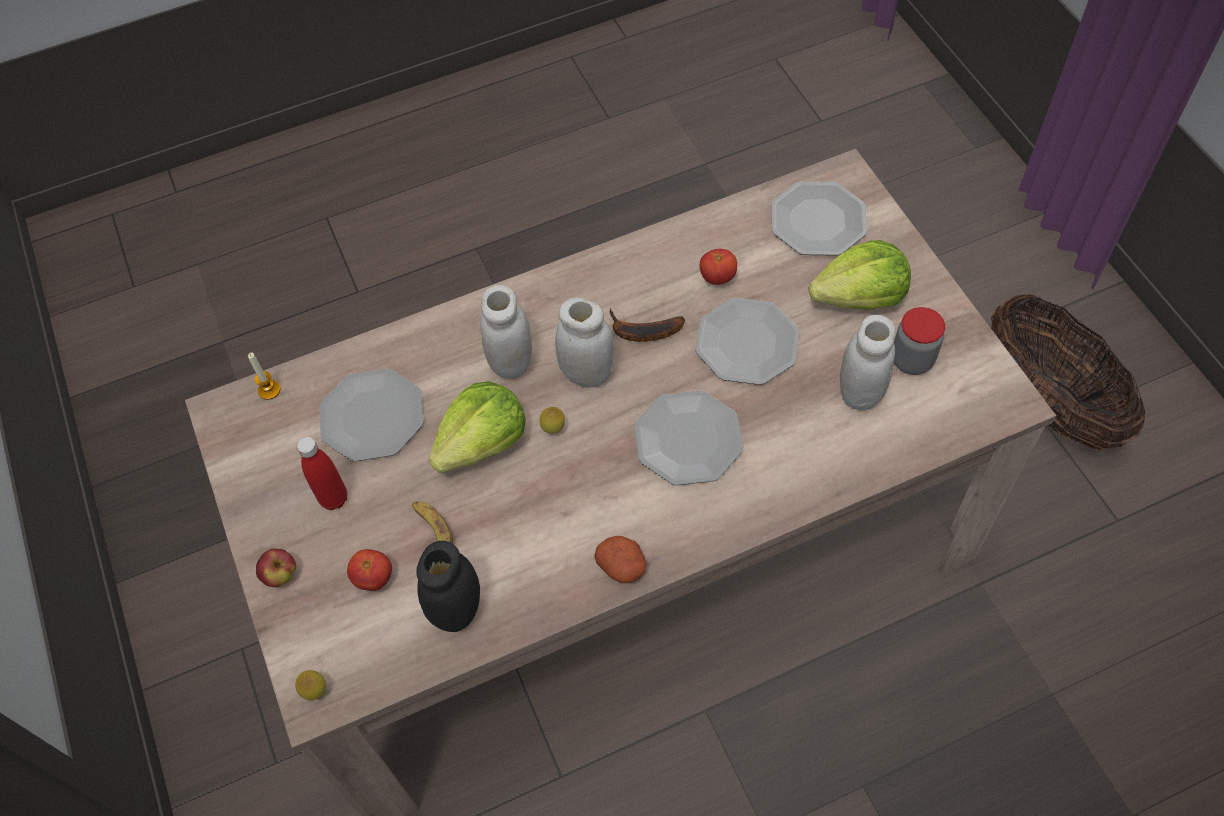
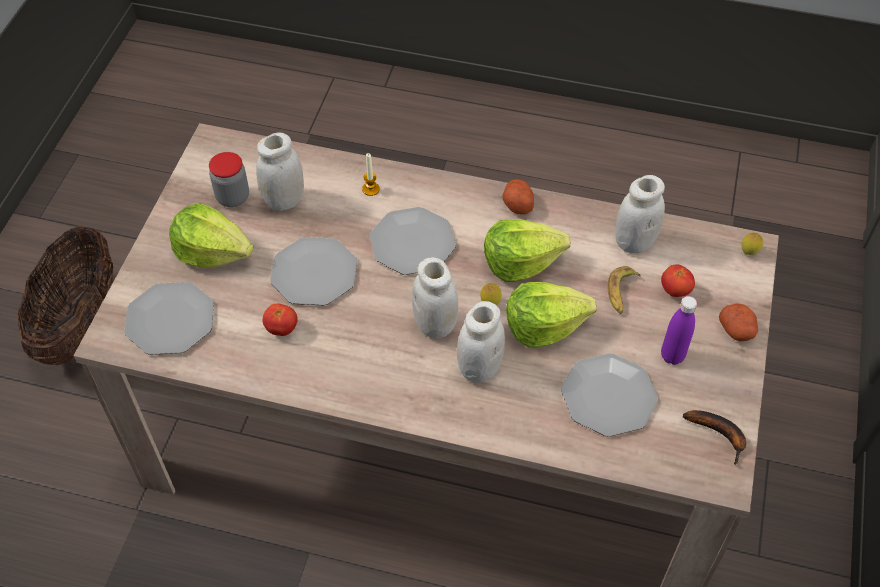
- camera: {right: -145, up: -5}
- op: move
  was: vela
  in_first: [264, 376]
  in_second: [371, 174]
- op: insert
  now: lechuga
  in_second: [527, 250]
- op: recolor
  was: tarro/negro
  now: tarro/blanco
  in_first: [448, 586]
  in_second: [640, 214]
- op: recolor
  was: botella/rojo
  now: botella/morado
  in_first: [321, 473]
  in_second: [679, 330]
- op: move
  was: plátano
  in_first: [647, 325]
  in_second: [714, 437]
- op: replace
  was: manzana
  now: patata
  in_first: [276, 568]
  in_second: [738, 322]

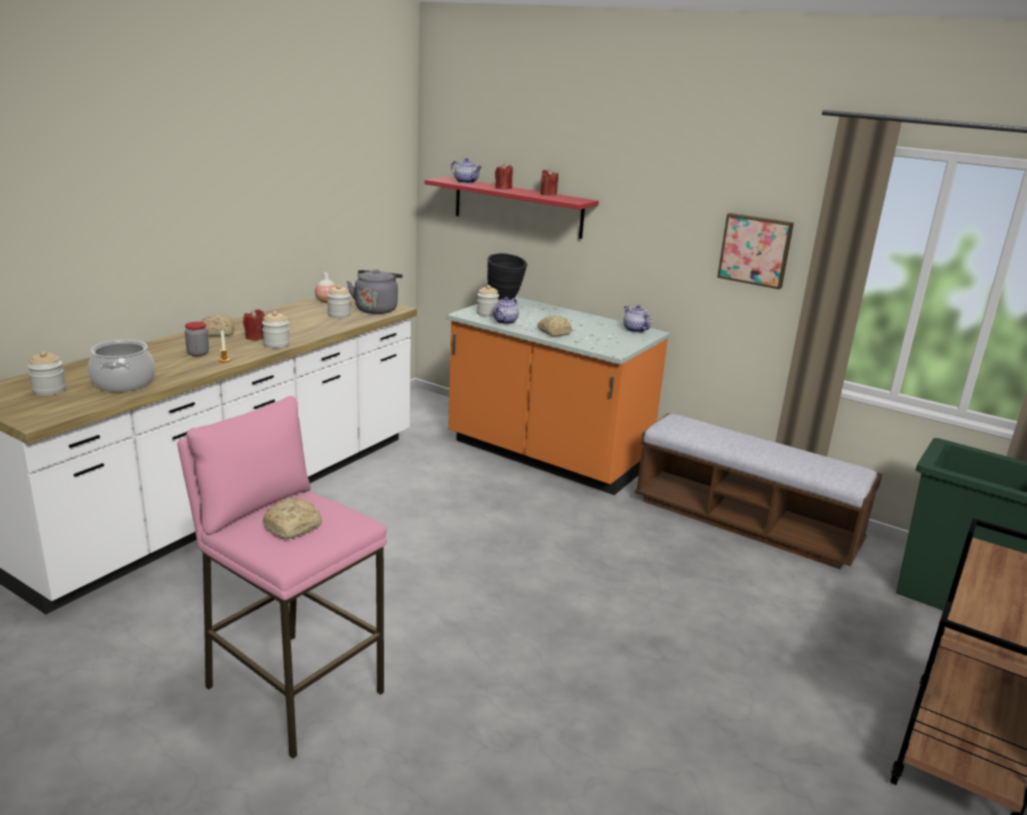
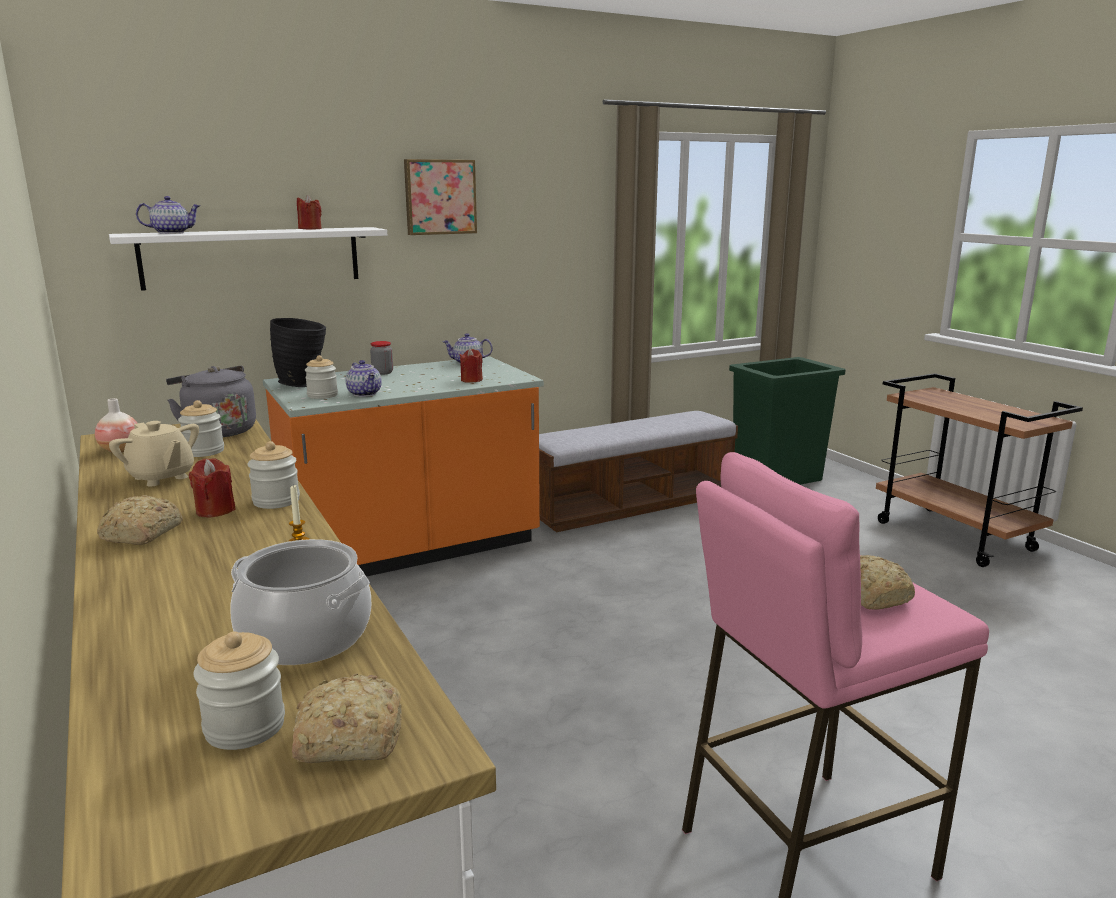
- camera: {right: -60, up: -5}
- op: recolor
  was: estante/rojo
  now: estante/blanco
  in_first: [511, 208]
  in_second: [248, 259]
- op: insert
  now: tetera/beis
  in_second: [154, 454]
- op: move
  was: pan
  in_first: [554, 325]
  in_second: [347, 718]
- op: move
  was: tarro
  in_first: [197, 339]
  in_second: [381, 358]
- op: move
  was: cuadro
  in_first: [755, 251]
  in_second: [440, 197]
- op: move
  was: vela/rojo
  in_first: [504, 176]
  in_second: [471, 365]

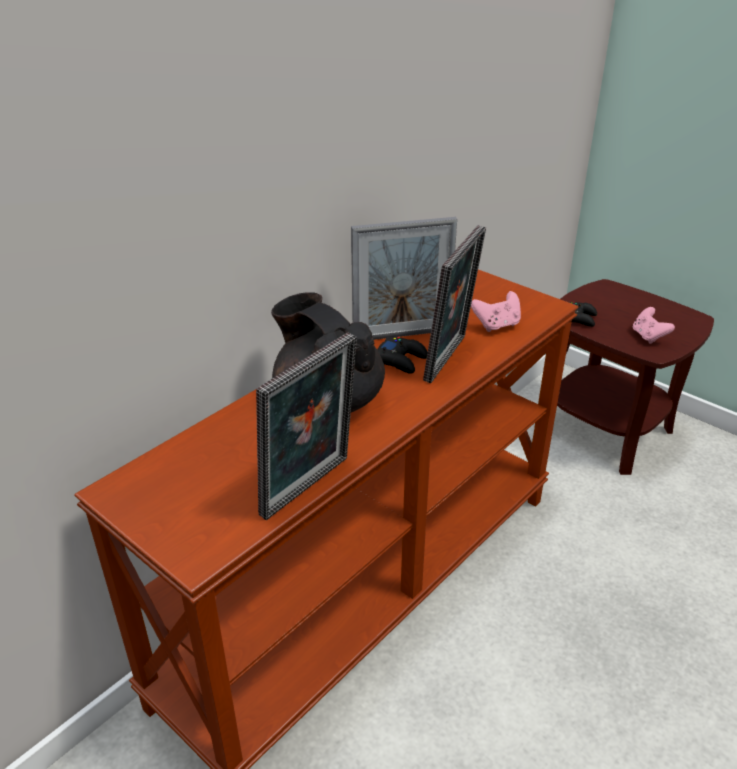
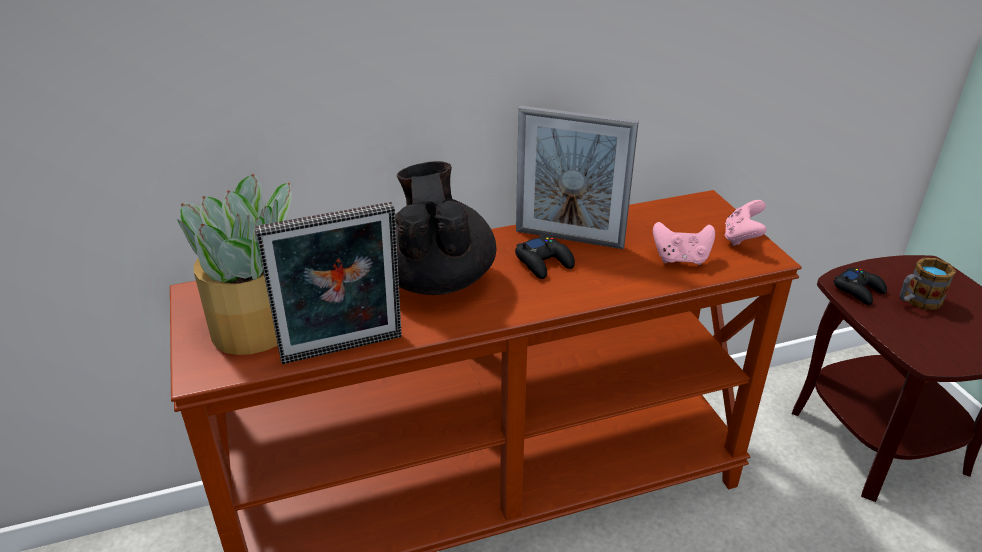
- camera: {right: 30, up: 0}
- op: insert
  now: planta en maceta
  in_second: [234, 264]
- op: move
  was: mando de consola/rosa
  in_first: [654, 325]
  in_second: [746, 223]
- op: insert
  now: taza grande
  in_second: [928, 284]
- op: delete
  was: portarretratos
  in_first: [454, 304]

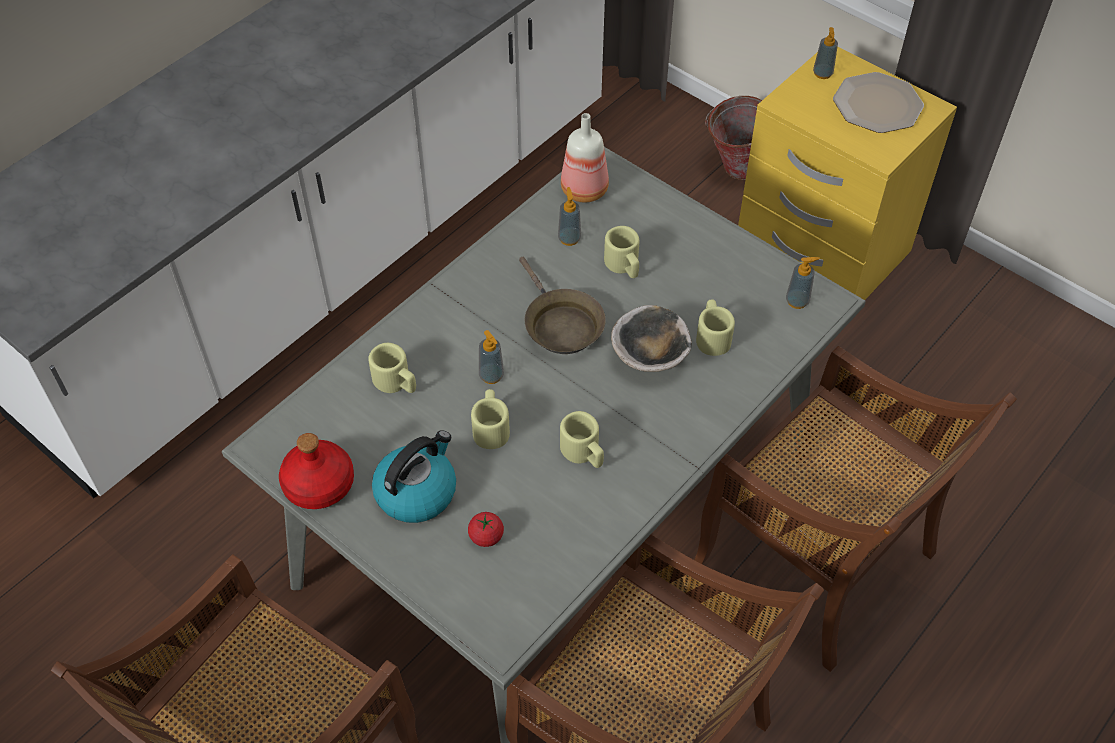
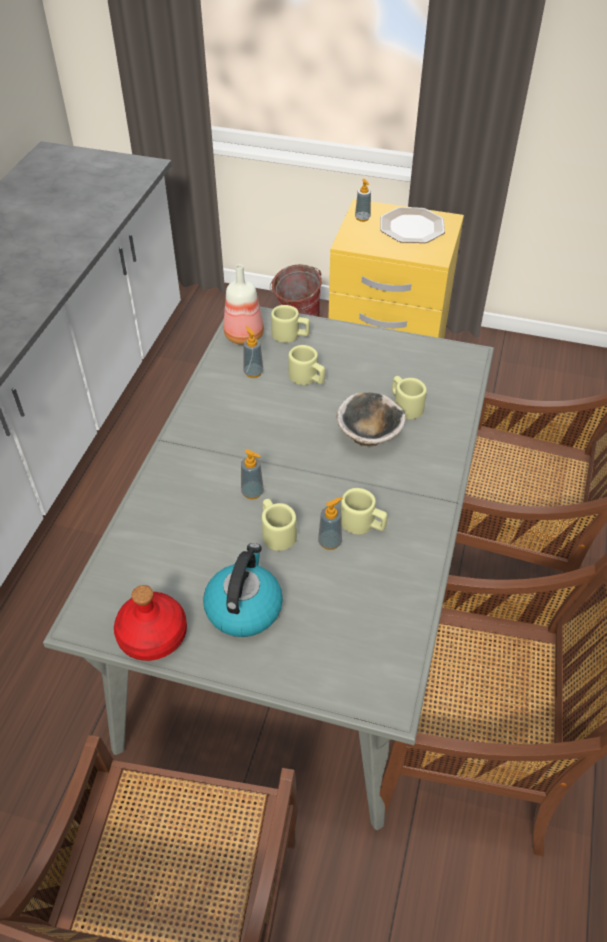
- camera: {right: -25, up: -5}
- op: move
  was: taza grande/beis
  in_first: [392, 368]
  in_second: [290, 324]
- op: move
  was: dispensador de jabón
  in_first: [803, 283]
  in_second: [330, 523]
- op: delete
  was: tomate
  in_first: [486, 529]
- op: delete
  was: sartén/marrón
  in_first: [562, 305]

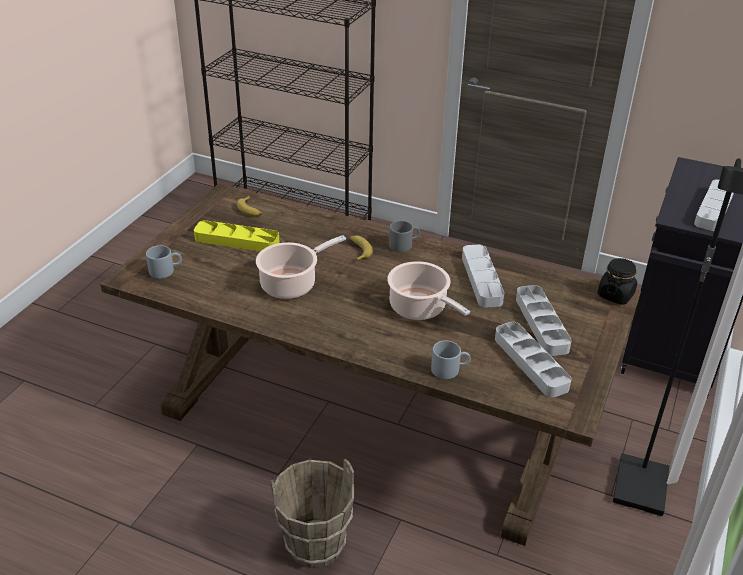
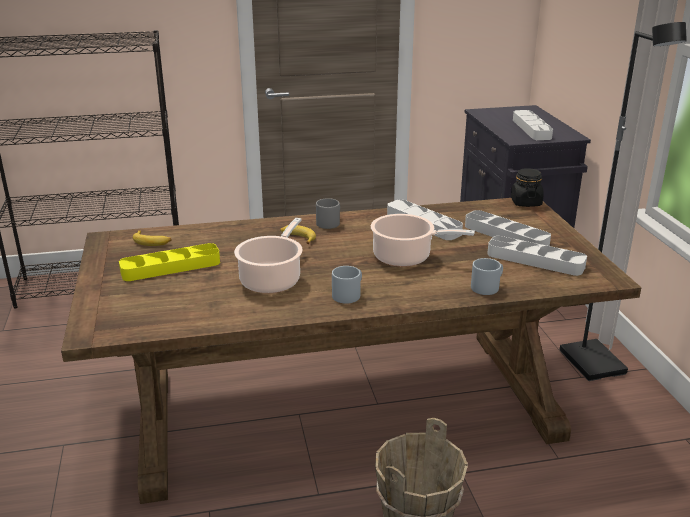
- camera: {right: -35, up: -10}
- op: move
  was: taza grande/gris
  in_first: [164, 262]
  in_second: [347, 285]

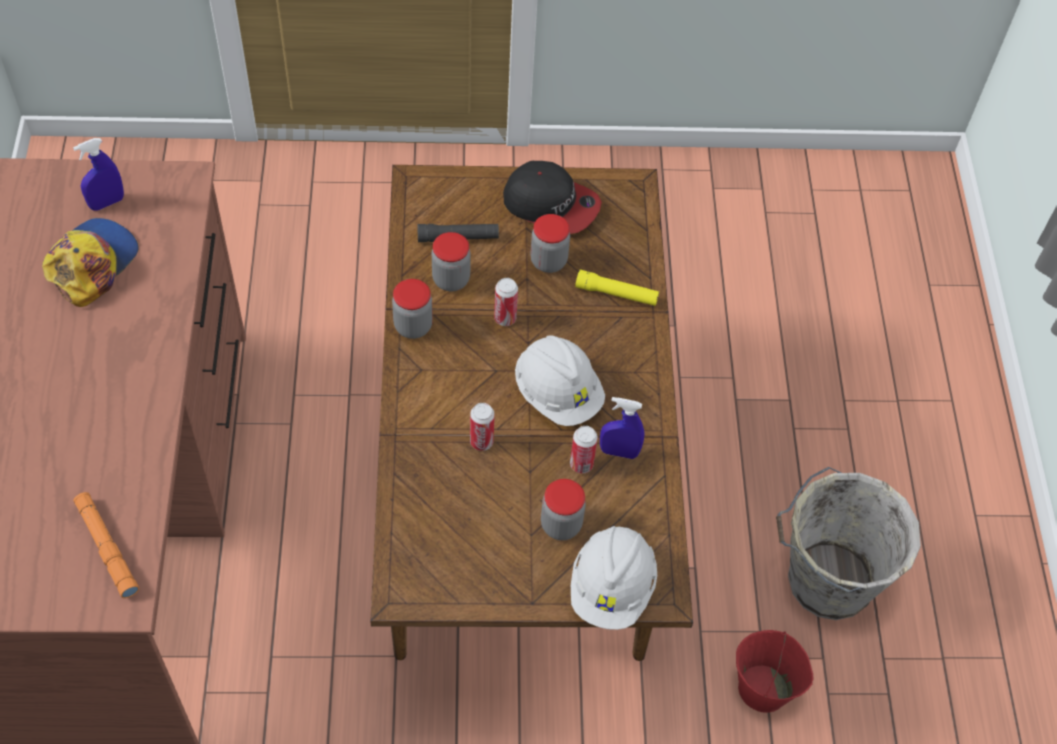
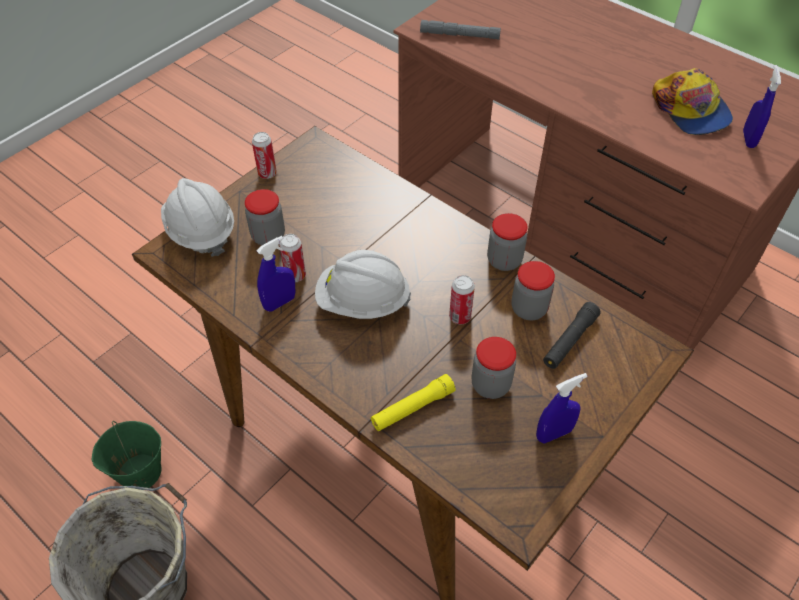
- camera: {right: 135, up: -5}
- op: recolor
  was: cubo/rojo
  now: cubo/verde
  in_first: [775, 671]
  in_second: [126, 455]
- op: move
  was: lata
  in_first: [482, 427]
  in_second: [264, 155]
- op: recolor
  was: linterna/naranja
  now: linterna/gris
  in_first: [106, 545]
  in_second: [460, 30]
- op: replace
  was: gorra
  now: pulverizador/azul
  in_first: [552, 197]
  in_second: [561, 408]

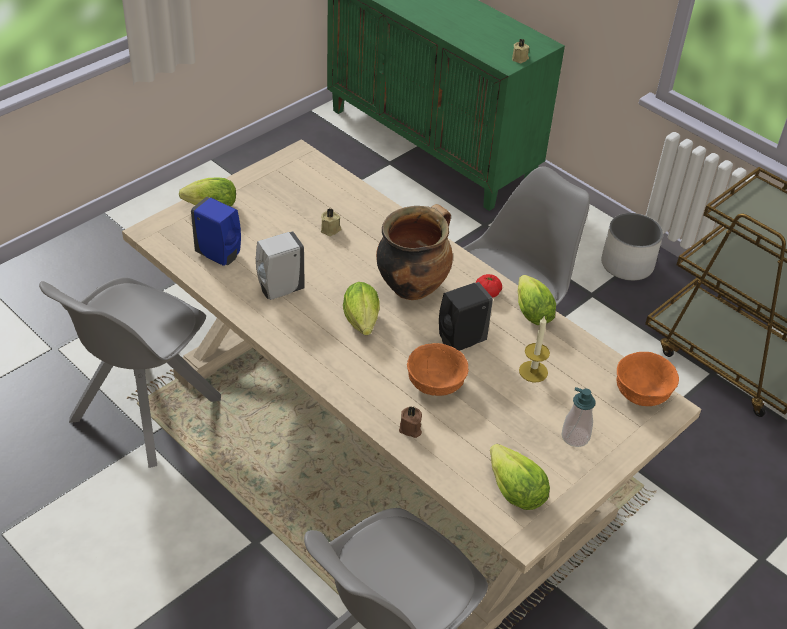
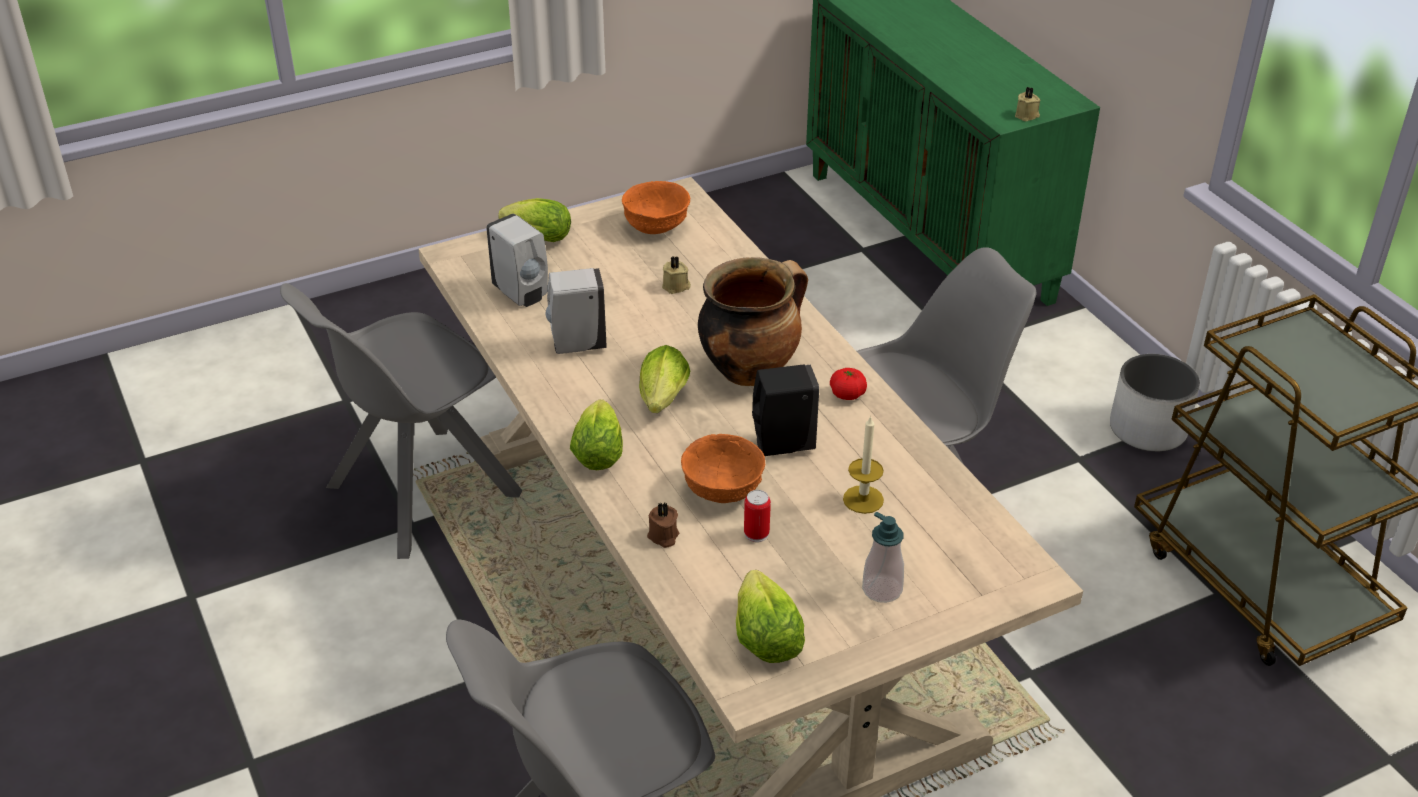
- camera: {right: 20, up: -5}
- op: recolor
  was: dispensador de jabón/azul
  now: dispensador de jabón/blanco
  in_first: [216, 231]
  in_second: [517, 260]
- op: move
  was: lechuga
  in_first: [537, 300]
  in_second: [596, 435]
- op: move
  was: cuenco/naranja
  in_first: [648, 379]
  in_second: [656, 207]
- op: insert
  now: lata
  in_second: [757, 516]

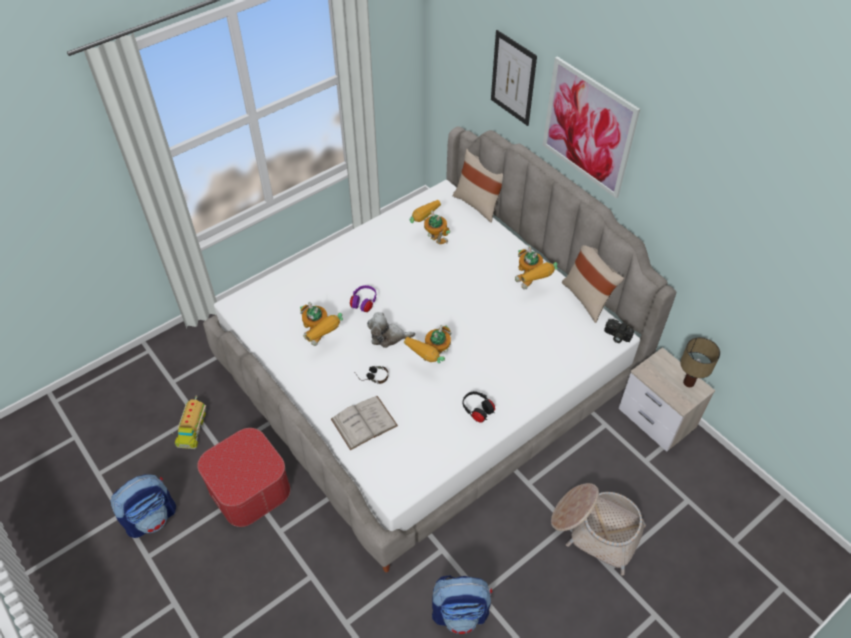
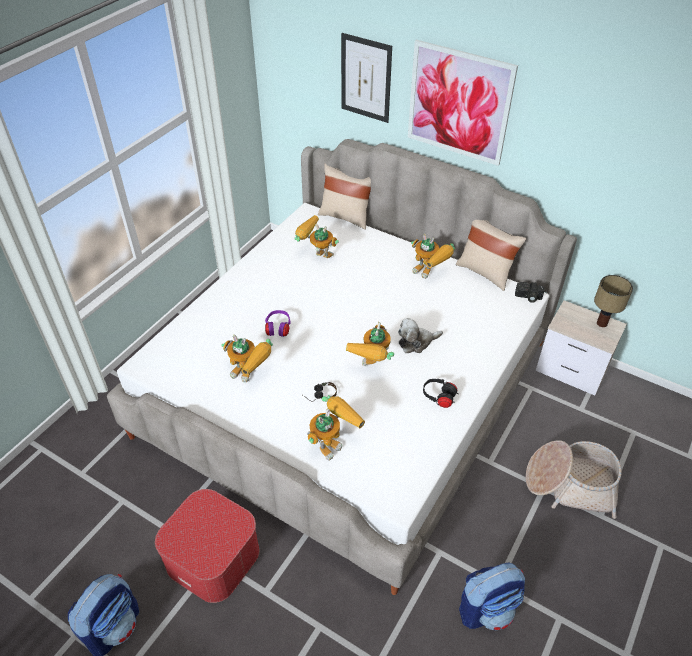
- camera: {right: -20, up: -5}
- op: replace
  was: libro/blanco
  now: robot de juguete
  in_first: [364, 423]
  in_second: [336, 428]
- op: move
  was: peluche
  in_first: [391, 330]
  in_second: [420, 335]
- op: delete
  was: camión de juguete
  in_first: [189, 422]

